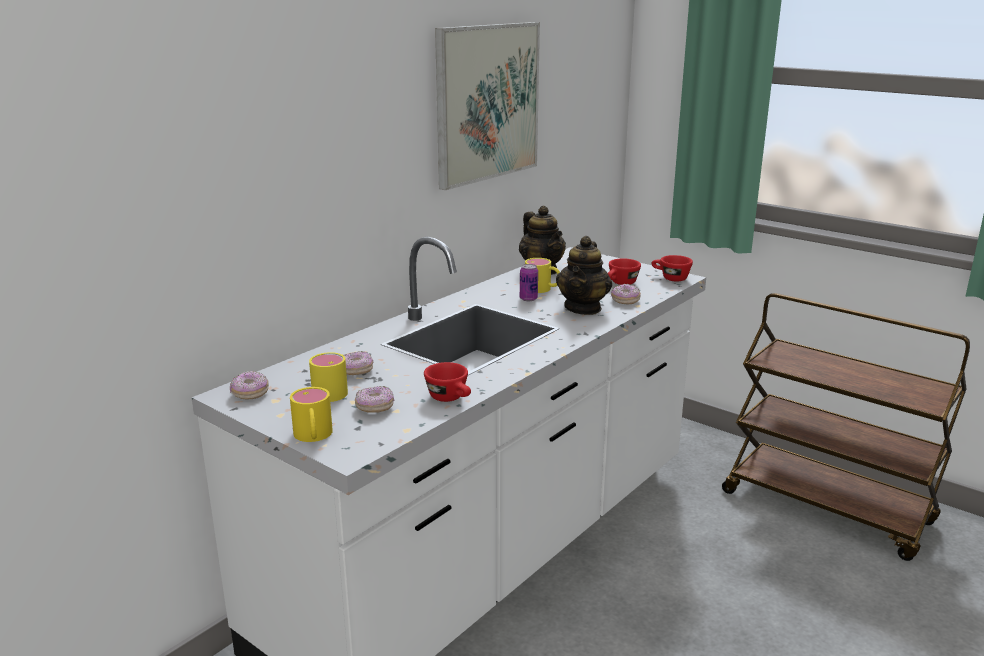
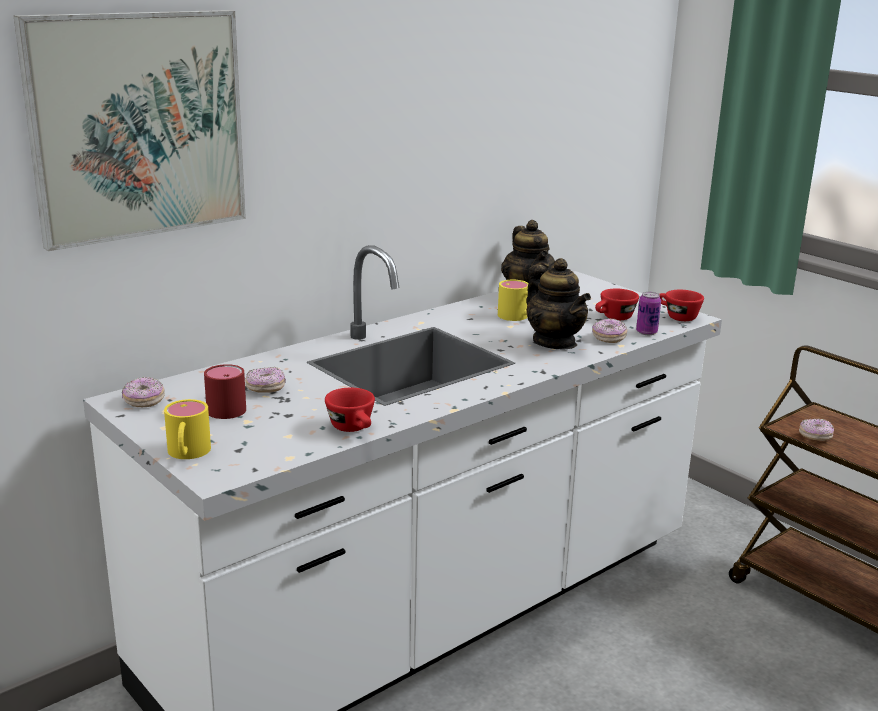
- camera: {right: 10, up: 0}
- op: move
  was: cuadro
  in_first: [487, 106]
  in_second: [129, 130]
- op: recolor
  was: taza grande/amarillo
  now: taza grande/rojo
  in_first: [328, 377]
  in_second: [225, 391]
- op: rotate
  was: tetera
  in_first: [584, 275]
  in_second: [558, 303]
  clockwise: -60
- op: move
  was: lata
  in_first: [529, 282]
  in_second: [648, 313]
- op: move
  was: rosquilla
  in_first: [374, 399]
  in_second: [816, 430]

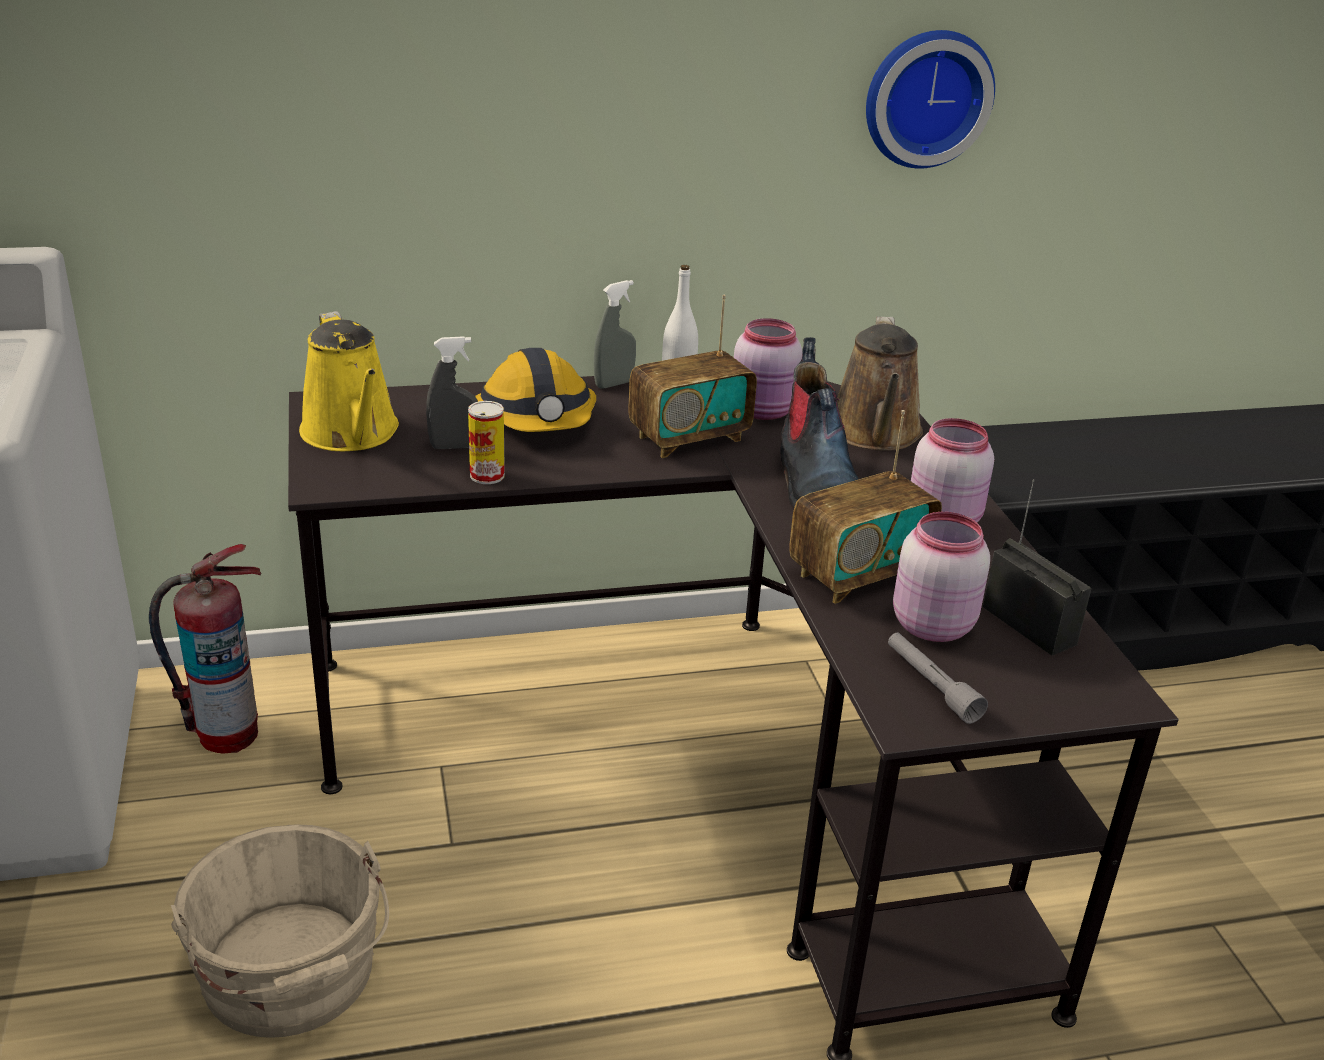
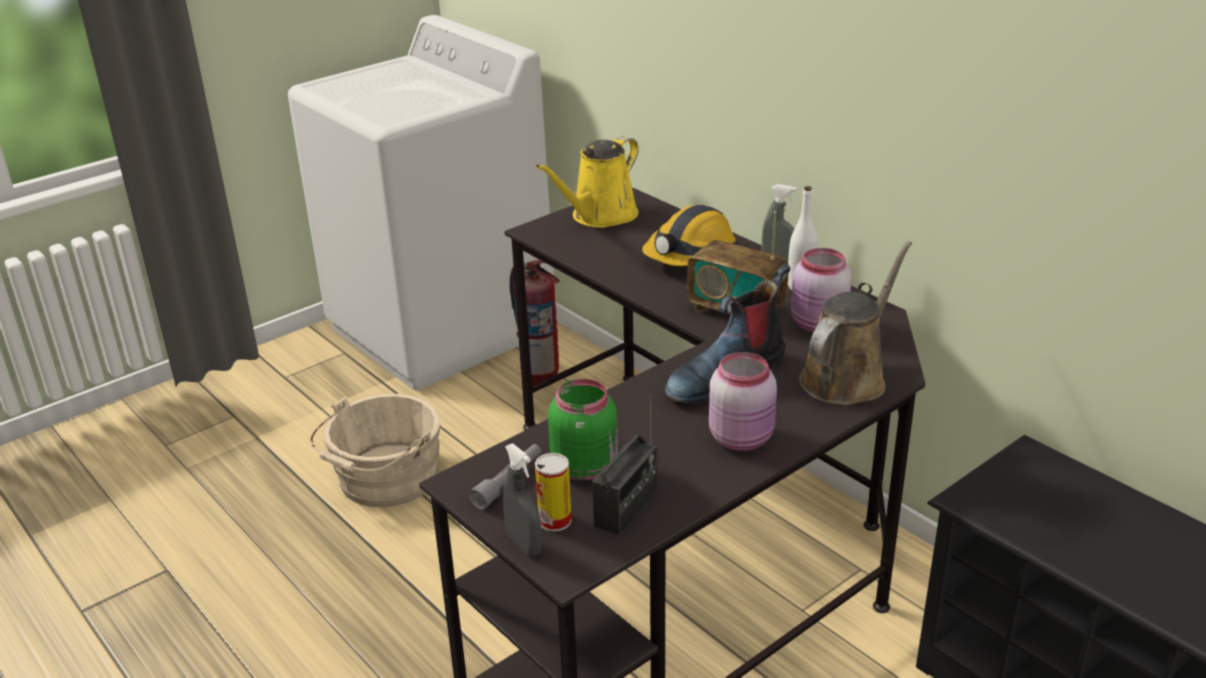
- camera: {right: 65, up: 0}
- op: move
  was: pulverizador/gris
  in_first: [452, 392]
  in_second: [522, 500]
- op: move
  was: lata
  in_first: [486, 442]
  in_second: [553, 492]
- op: recolor
  was: tarro/rosa
  now: tarro/verde
  in_first: [941, 577]
  in_second: [583, 429]
- op: rotate
  was: regadera/marrón
  in_first: [880, 383]
  in_second: [855, 323]
  clockwise: 150
- op: delete
  was: radio
  in_first: [866, 507]
- op: delete
  was: reloj de pared
  in_first: [930, 99]

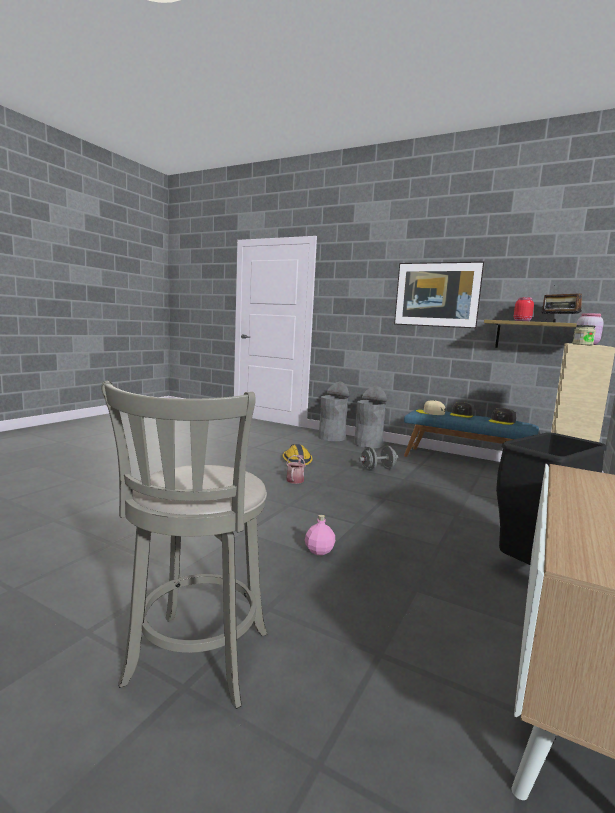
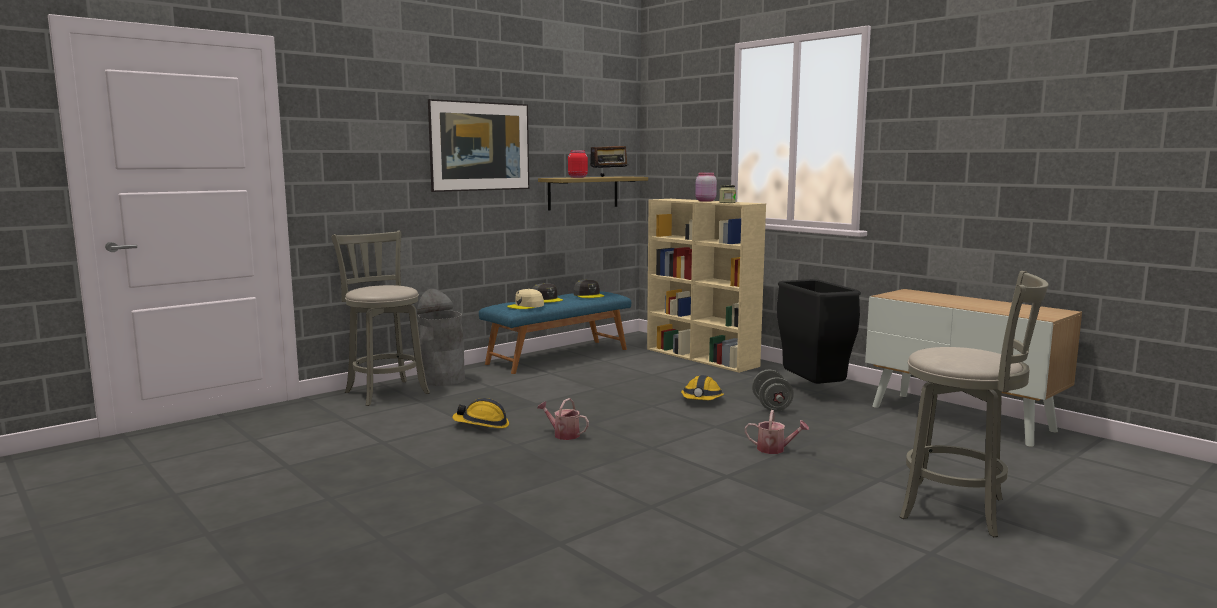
- camera: {right: -70, up: 0}
- op: replace
  was: papelera/gris
  now: taburete/gris
  in_first: [334, 411]
  in_second: [381, 318]
- op: insert
  now: casco
  in_second: [702, 387]
- op: replace
  was: botella/rosa
  now: regadera
  in_first: [320, 535]
  in_second: [777, 432]
- op: move
  was: mancuerna/gris
  in_first: [378, 458]
  in_second: [773, 390]

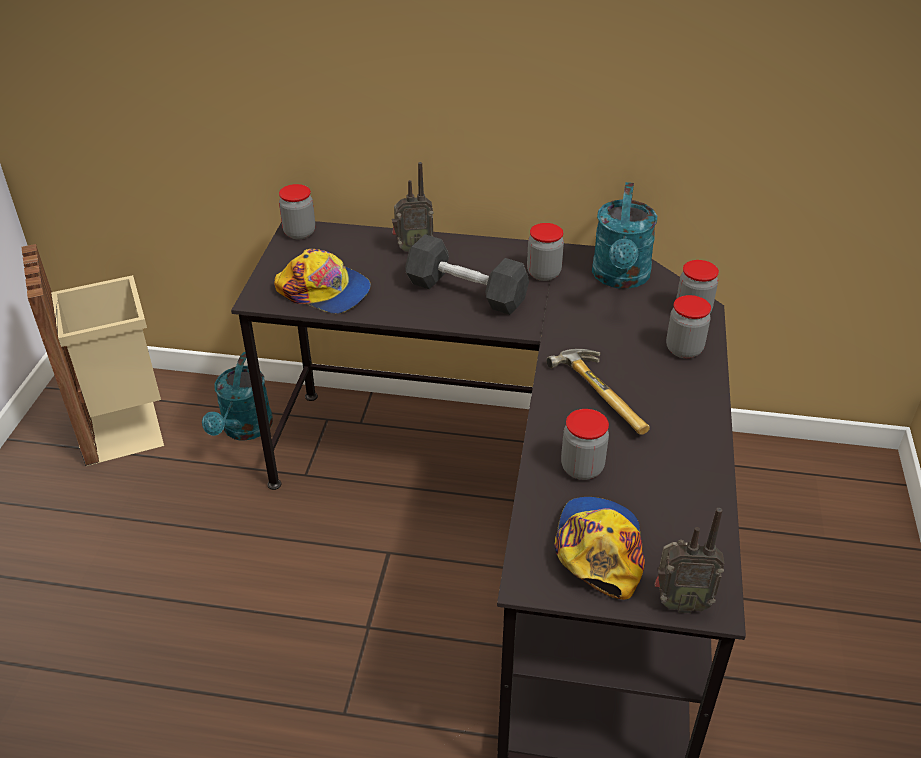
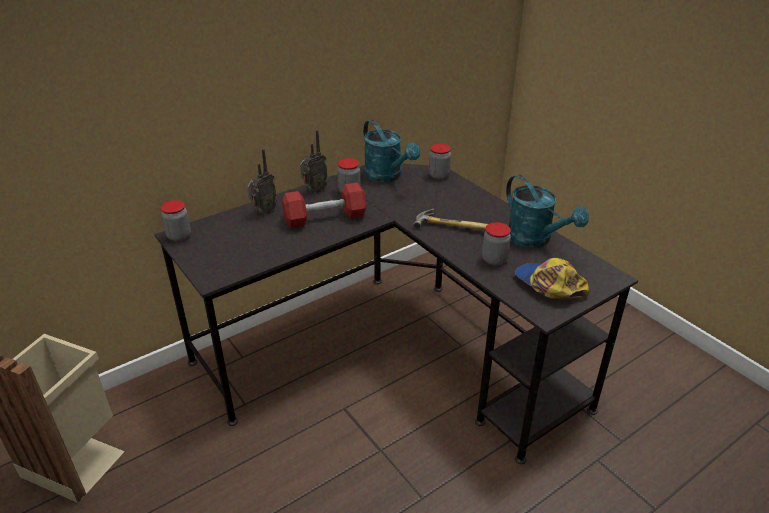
- camera: {right: -45, up: -5}
- op: recolor
  was: mancuerna/negro
  now: mancuerna/rojo
  in_first: [467, 274]
  in_second: [324, 205]
- op: move
  was: radio
  in_first: [689, 560]
  in_second: [314, 161]
- op: move
  was: regadera/turquesa
  in_first: [237, 396]
  in_second: [547, 211]
- op: delete
  was: gorra
  in_first: [322, 281]
- op: delete
  was: tarro
  in_first: [688, 326]

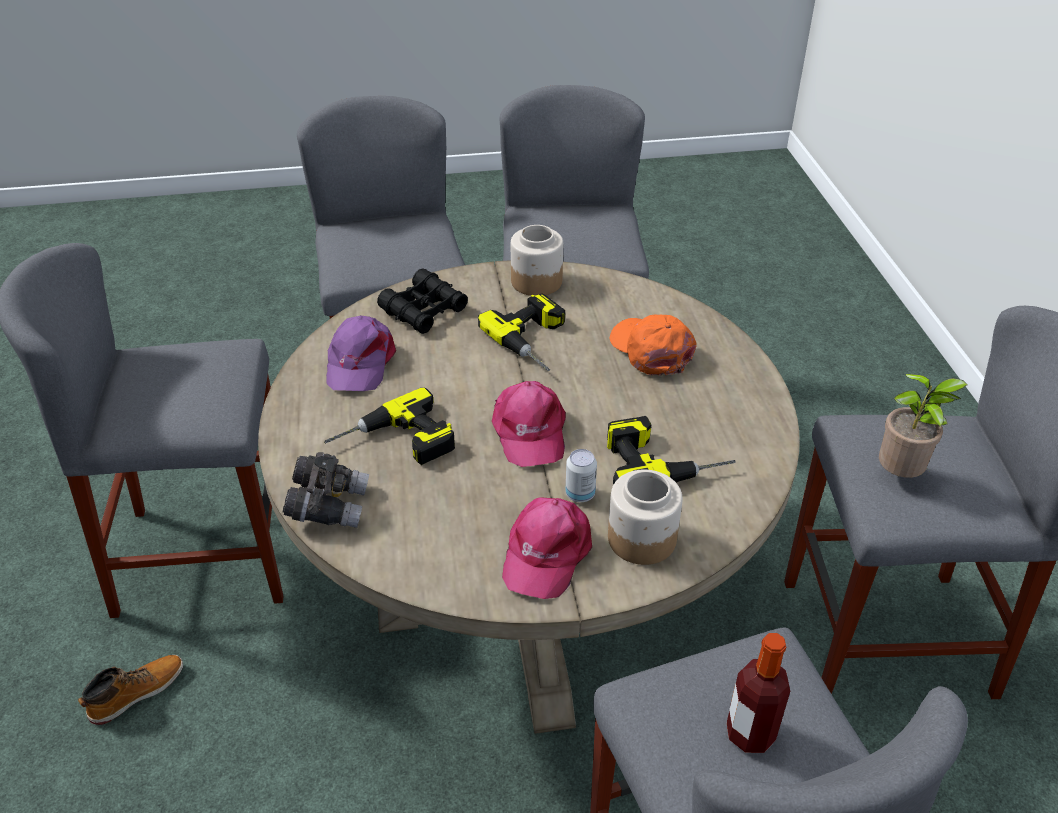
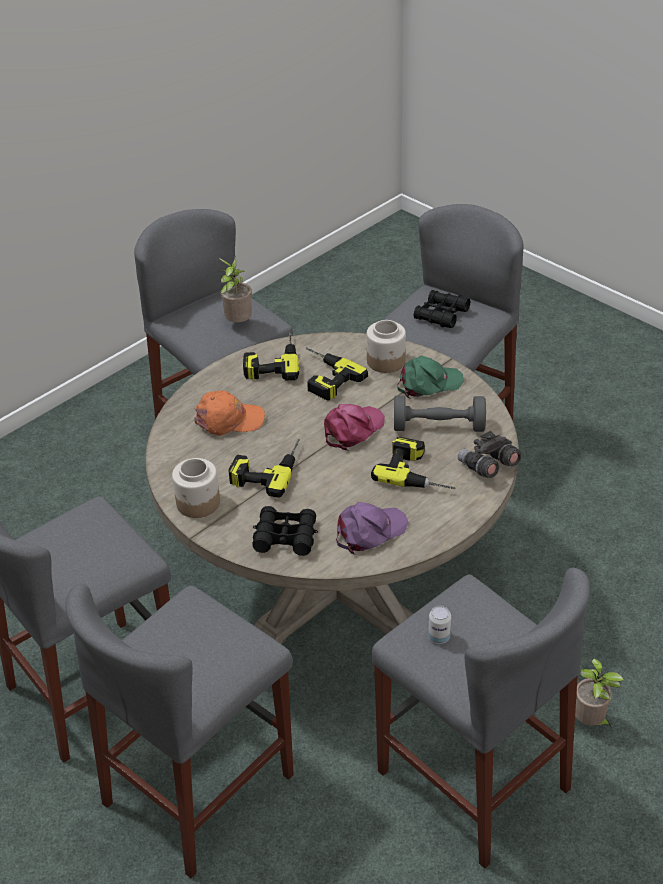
- camera: {right: -125, up: 0}
- op: rotate
  was: gorra/naranja
  in_first: [653, 345]
  in_second: [229, 413]
  clockwise: -120
- op: insert
  now: taladro
  in_second: [271, 356]
- op: insert
  now: mancuerna/gris
  in_second: [440, 414]
- op: recolor
  was: gorra/rosa
  now: gorra/verde
  in_first: [547, 548]
  in_second: [430, 377]
- op: replace
  was: botella
  now: prismáticos/negro
  in_first: [758, 693]
  in_second: [442, 309]
- op: move
  was: lata
  in_first: [581, 475]
  in_second: [439, 625]
- op: replace
  was: bota
  now: planta en maceta
  in_first: [130, 690]
  in_second: [599, 693]

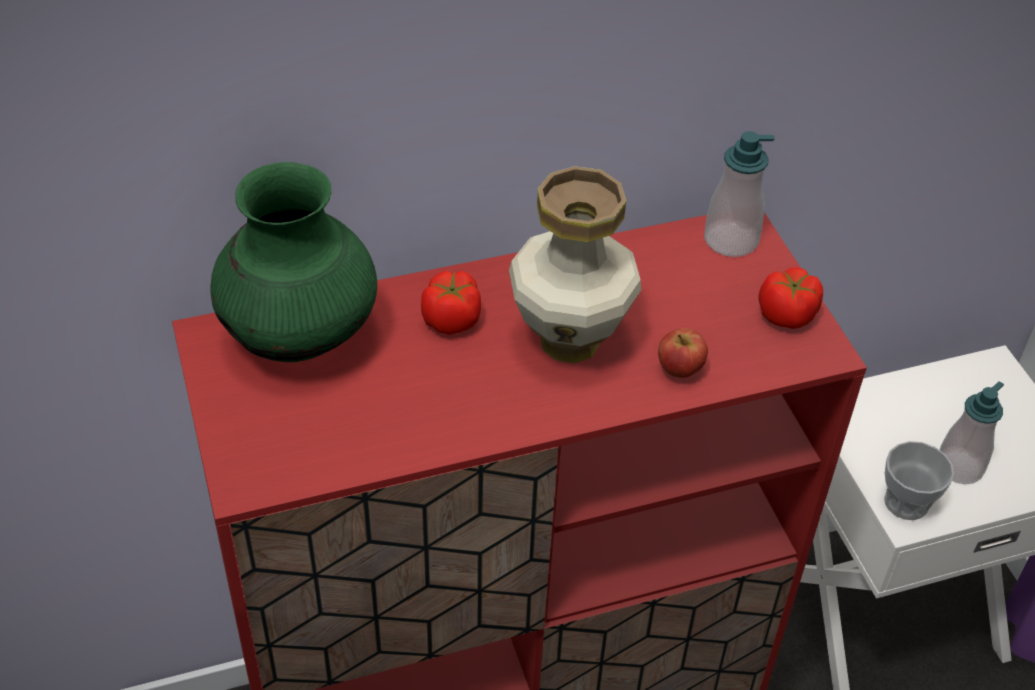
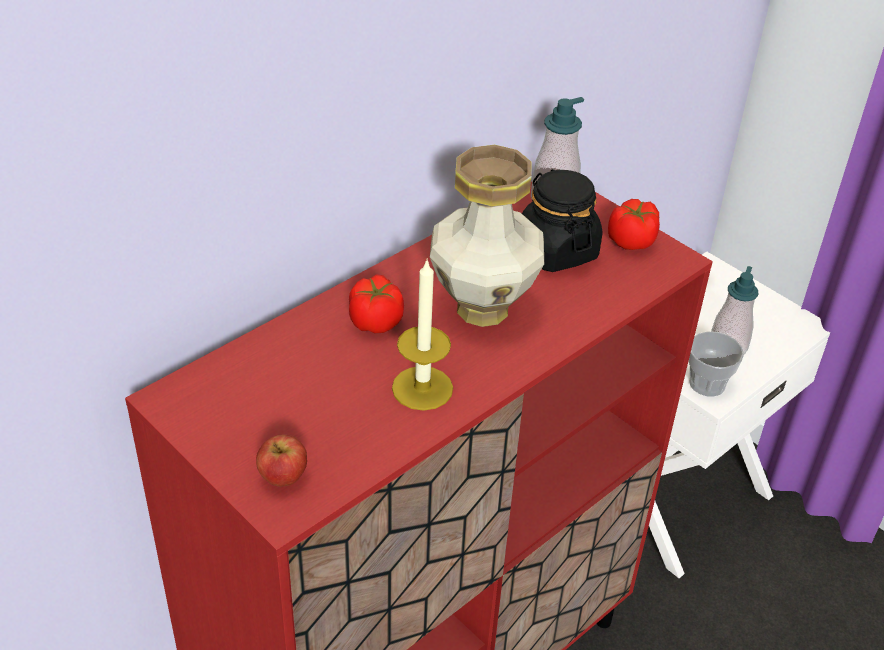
- camera: {right: -25, up: -5}
- op: move
  was: manzana
  in_first: [683, 353]
  in_second: [281, 461]
- op: insert
  now: vela
  in_second: [422, 334]
- op: insert
  now: tarro/negro
  in_second: [562, 220]
- op: delete
  was: florero/verde
  in_first: [294, 262]

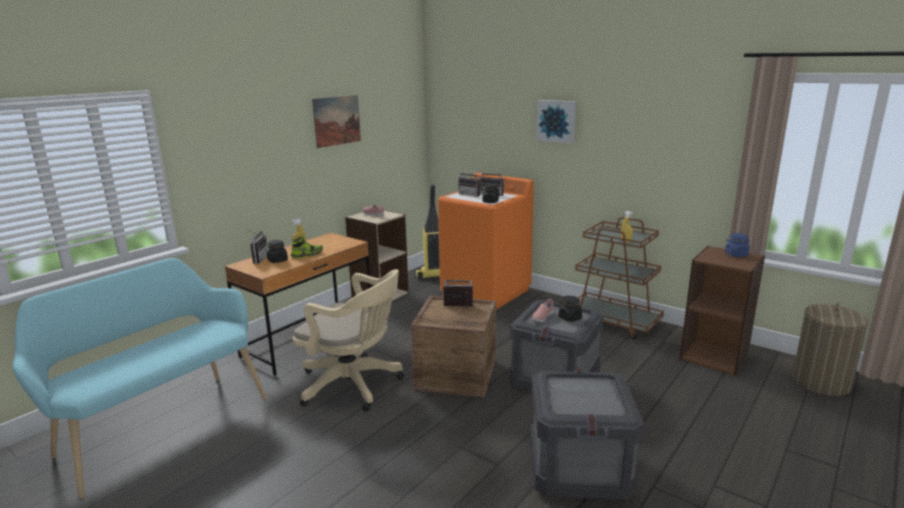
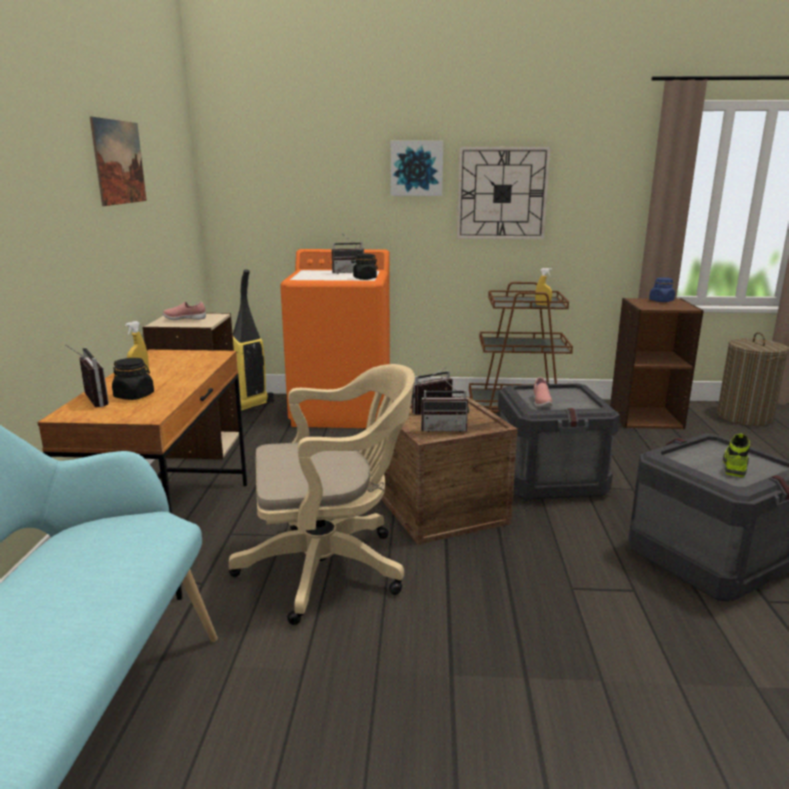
- camera: {right: -35, up: 0}
- op: move
  was: radio
  in_first: [469, 183]
  in_second: [445, 403]
- op: insert
  now: reloj de pared
  in_second: [504, 193]
- op: move
  was: zapato
  in_first: [307, 247]
  in_second: [736, 455]
- op: delete
  was: tarro/negro
  in_first: [570, 309]

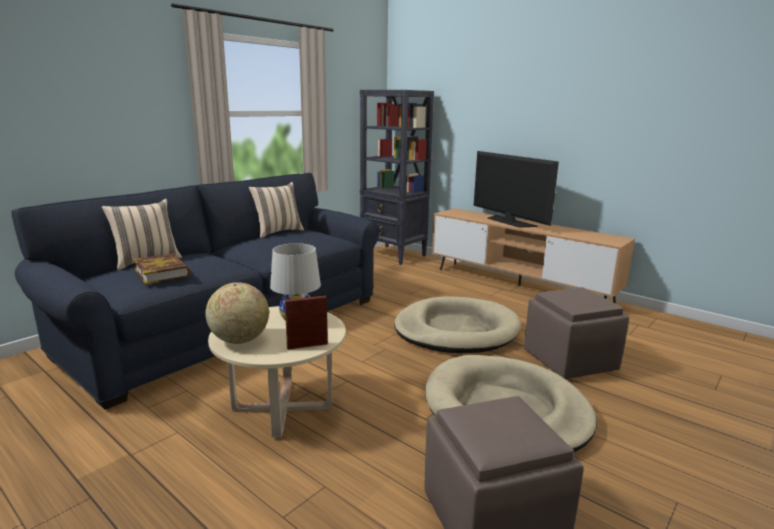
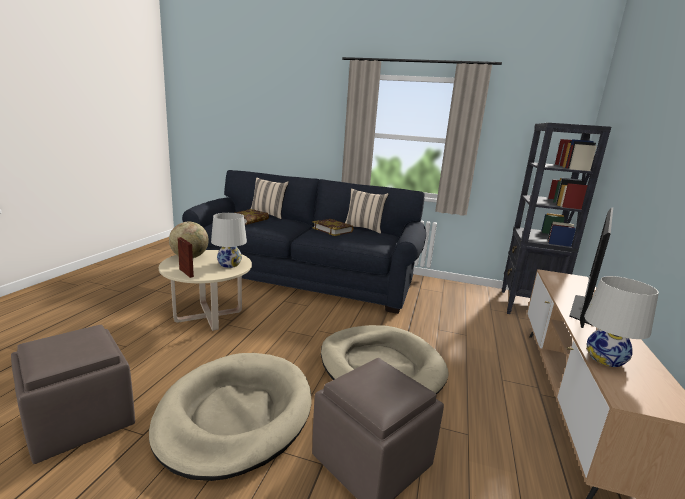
- camera: {right: 65, up: 0}
- op: insert
  now: libro
  in_second: [333, 227]
- op: insert
  now: lámpara de mesa/blanco
  in_second: [621, 321]

